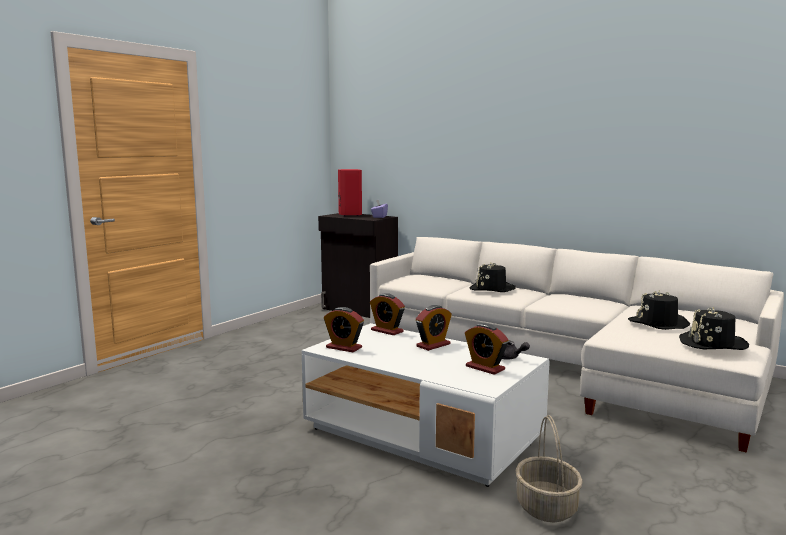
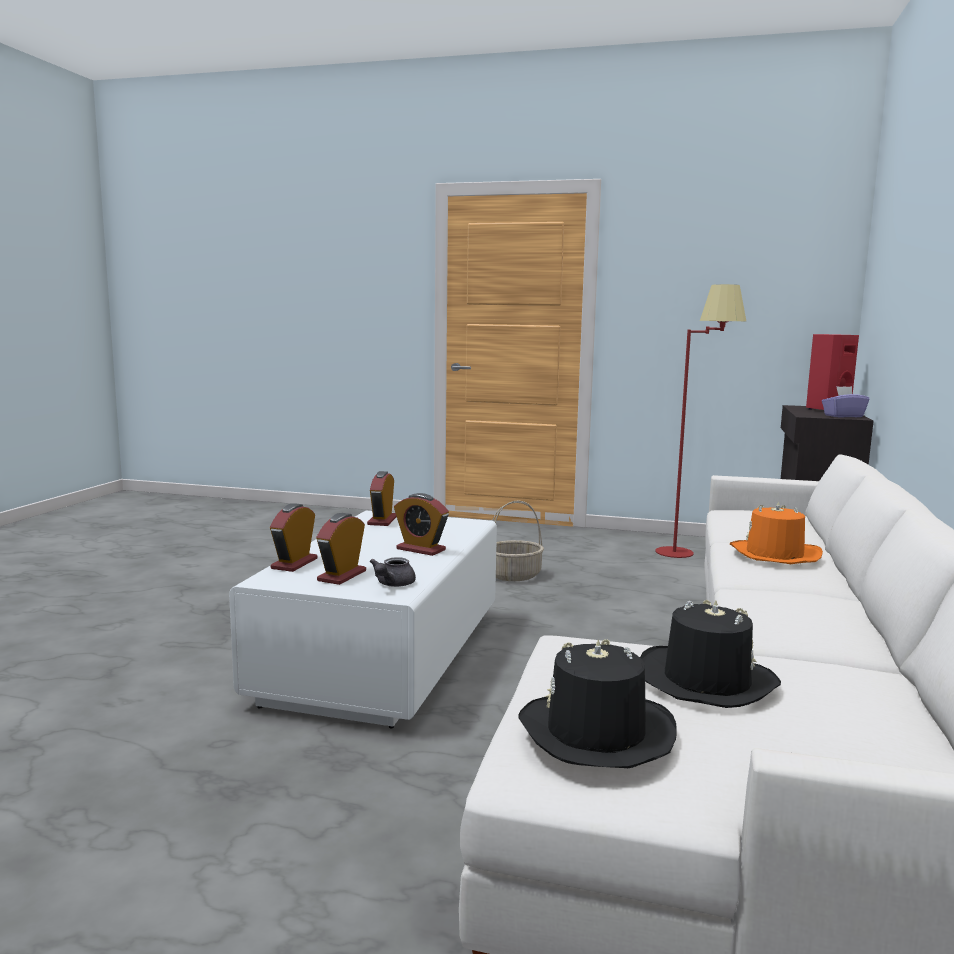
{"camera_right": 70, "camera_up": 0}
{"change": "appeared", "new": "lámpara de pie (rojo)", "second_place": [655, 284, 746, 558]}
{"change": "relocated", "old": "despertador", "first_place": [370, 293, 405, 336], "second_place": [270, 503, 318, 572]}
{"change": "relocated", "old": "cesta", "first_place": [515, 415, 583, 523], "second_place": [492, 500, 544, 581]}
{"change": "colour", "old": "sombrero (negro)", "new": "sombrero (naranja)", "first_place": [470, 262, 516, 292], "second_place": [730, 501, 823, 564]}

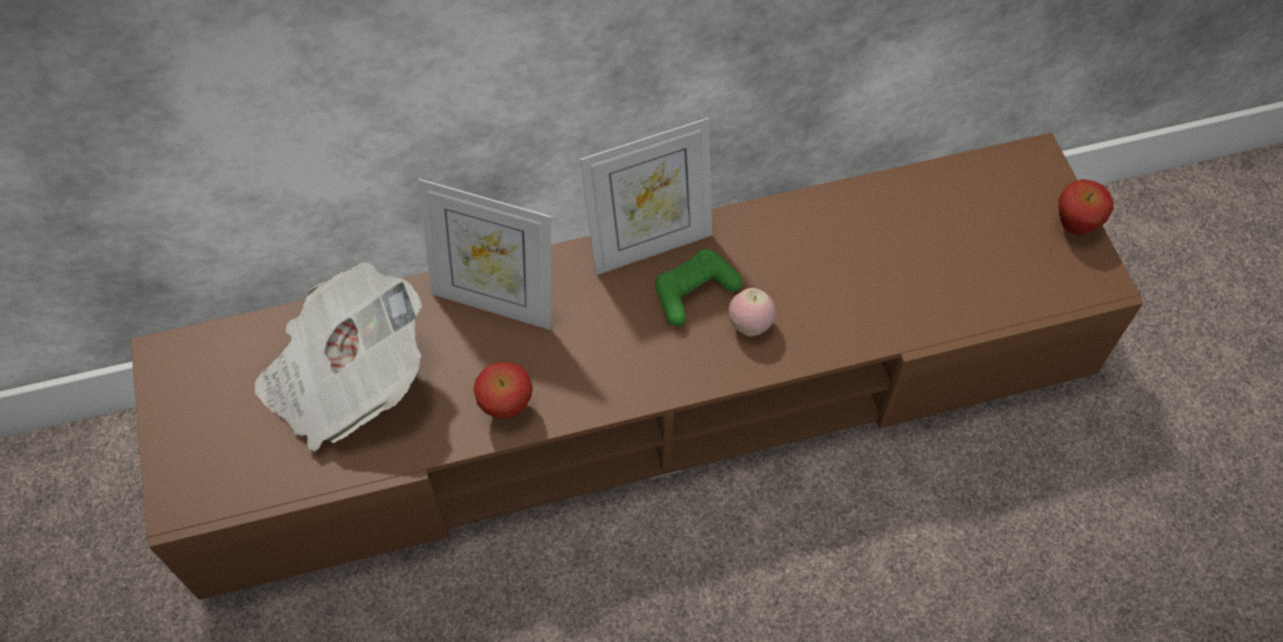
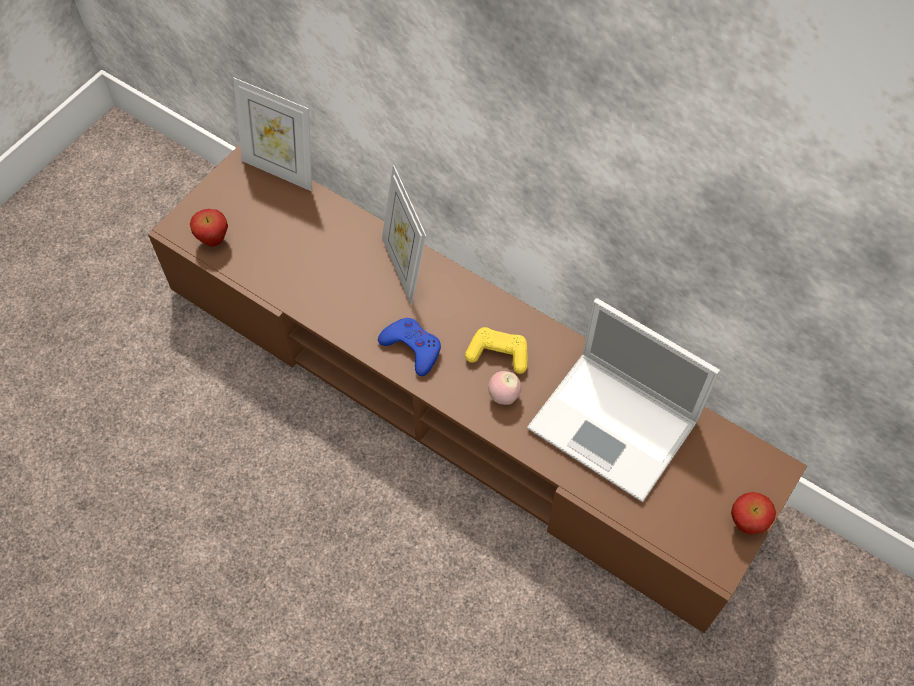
{"camera_right": 50, "camera_up": 0}
{"change": "missing", "old": "periódico", "first_place": [255, 262, 422, 452]}
{"change": "appeared", "new": "mando de consola (azul)", "second_place": [378, 318, 441, 376]}
{"change": "appeared", "new": "portátil", "second_place": [527, 298, 720, 502]}
{"change": "relocated", "old": "manzana", "first_place": [473, 362, 533, 419], "second_place": [190, 209, 228, 247]}
{"change": "relocated", "old": "portarretratos", "first_place": [580, 118, 712, 275], "second_place": [233, 78, 312, 191]}
{"change": "colour", "old": "mando de consola (verde)", "new": "mando de consola (amarillo)", "first_place": [655, 249, 742, 326], "second_place": [465, 327, 528, 374]}

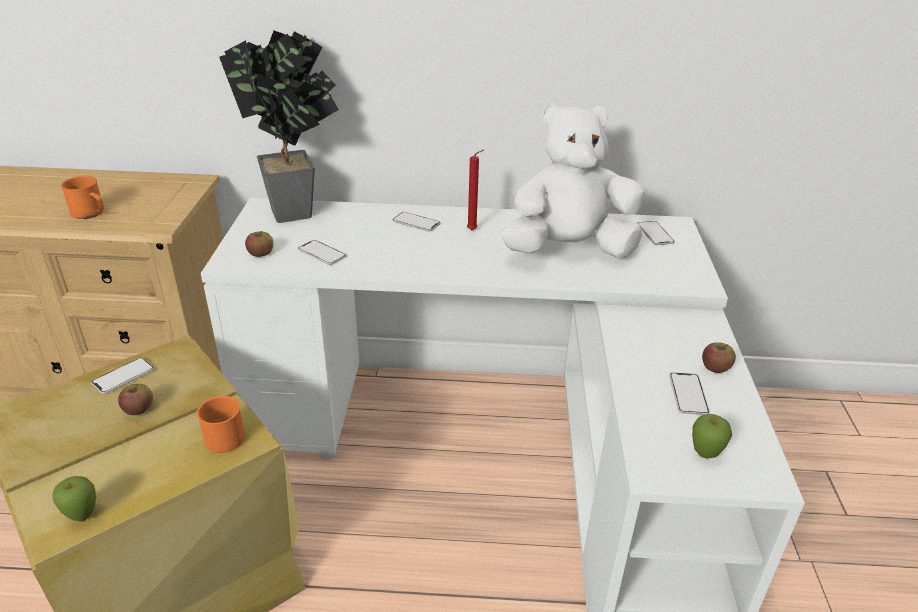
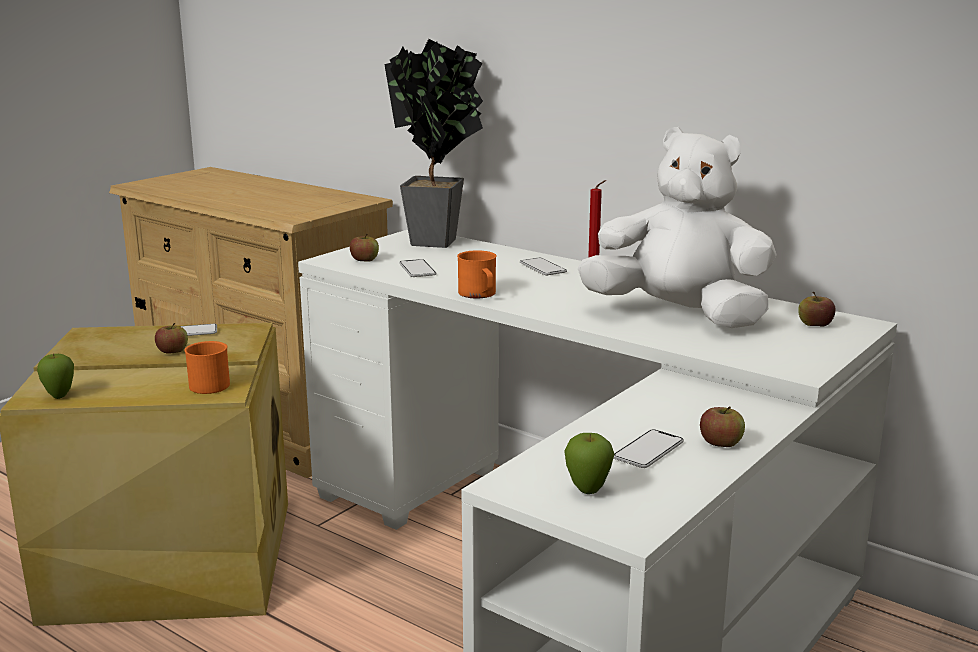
{"camera_right": 35, "camera_up": -15}
{"change": "relocated", "old": "taza grande (naranja)", "first_place": [61, 176, 104, 219], "second_place": [457, 250, 497, 298]}
{"change": "exchanged", "old": "móvil", "new": "manzana", "first_place": [637, 221, 675, 245], "second_place": [798, 292, 835, 327]}

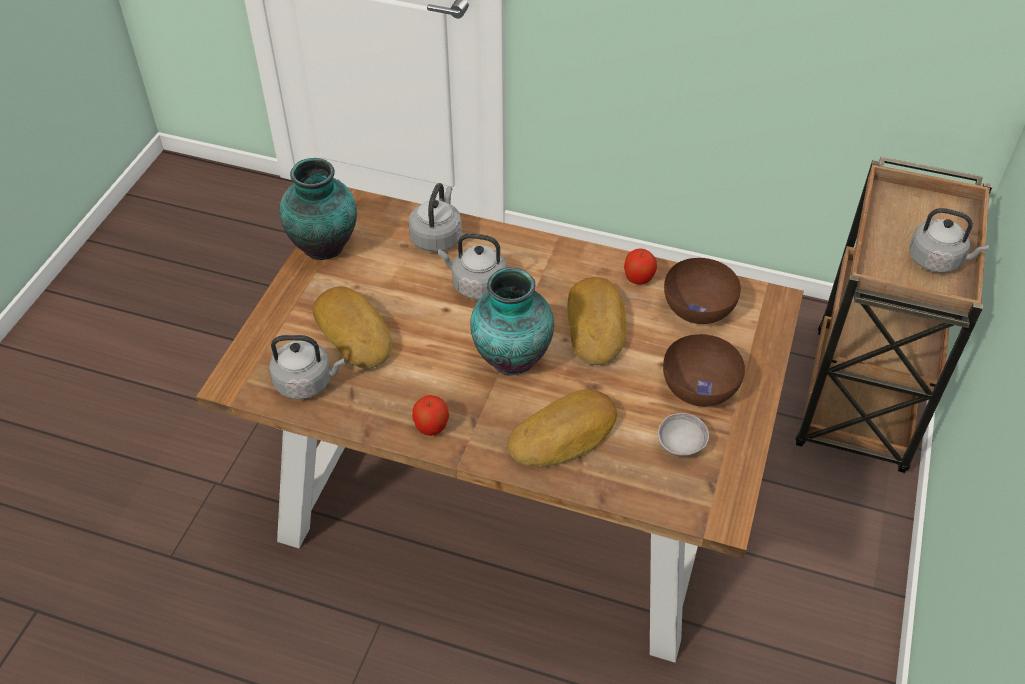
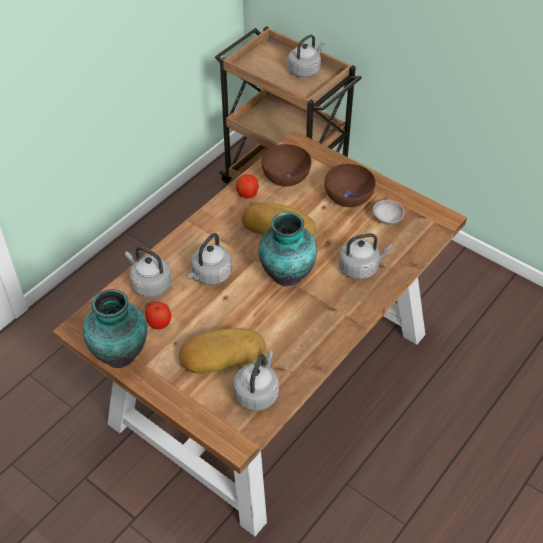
{"camera_right": -70, "camera_up": 0}
{"change": "relocated", "old": "manzana", "first_place": [412, 395, 449, 436], "second_place": [145, 302, 172, 330]}
{"change": "exchanged", "old": "pan", "new": "hervidor (gris)", "first_place": [507, 389, 617, 466], "second_place": [339, 233, 392, 279]}

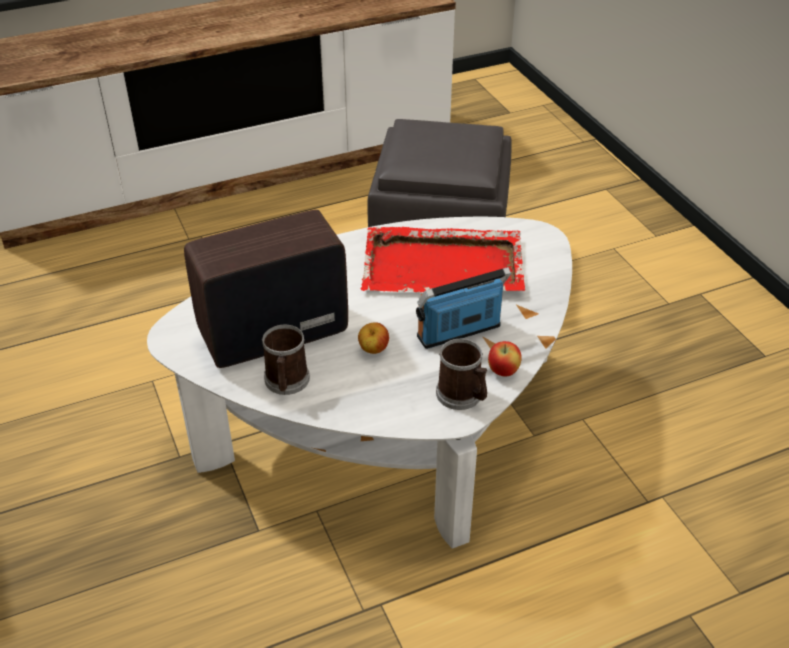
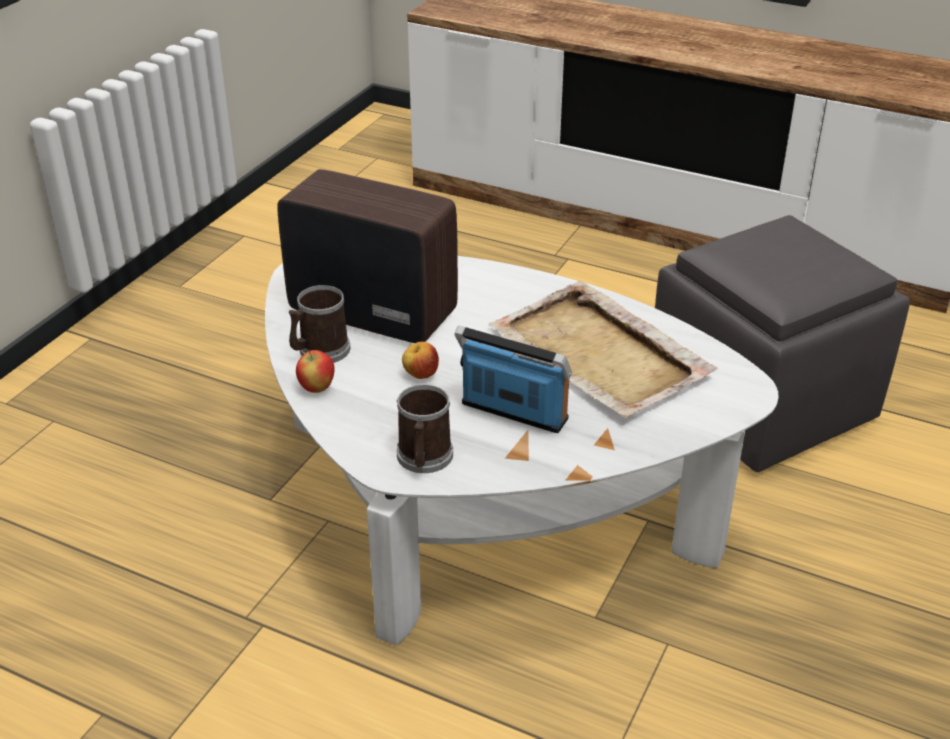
{"camera_right": 50, "camera_up": -5}
{"change": "relocated", "old": "manzana", "first_place": [488, 341, 522, 377], "second_place": [296, 350, 335, 393]}
{"change": "colour", "old": "bandeja (rojo)", "new": "bandeja (beis)", "first_place": [360, 227, 525, 293], "second_place": [489, 281, 718, 418]}

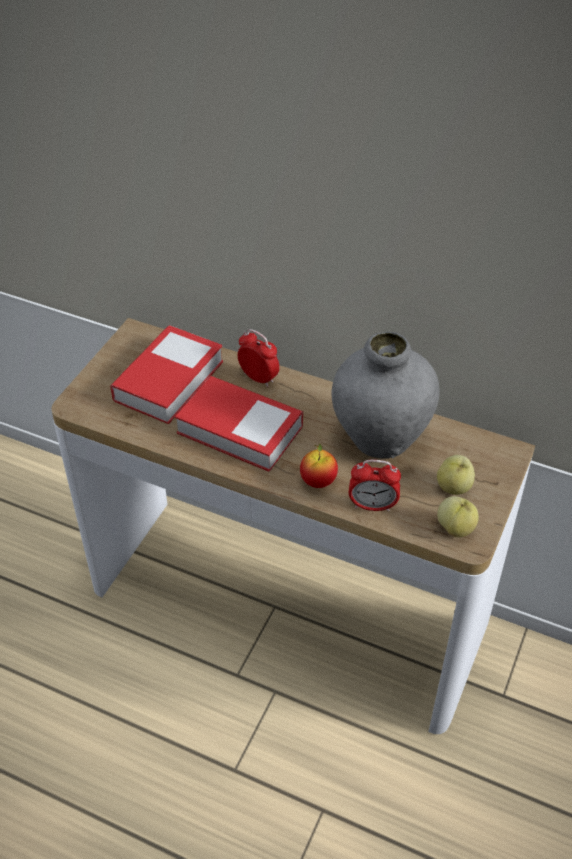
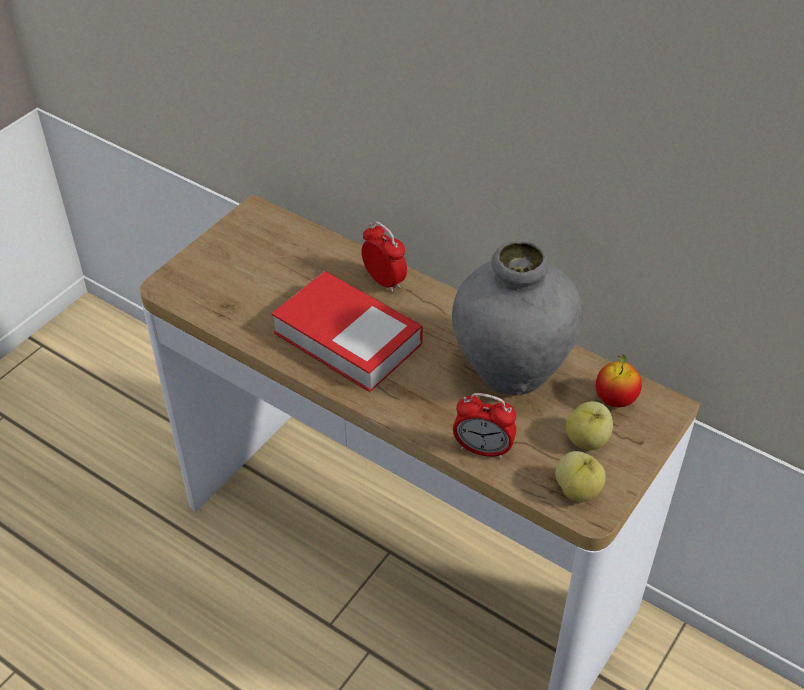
{"camera_right": 10, "camera_up": 0}
{"change": "missing", "old": "libro", "first_place": [110, 325, 223, 424]}
{"change": "relocated", "old": "manzana", "first_place": [300, 443, 338, 488], "second_place": [596, 354, 642, 407]}

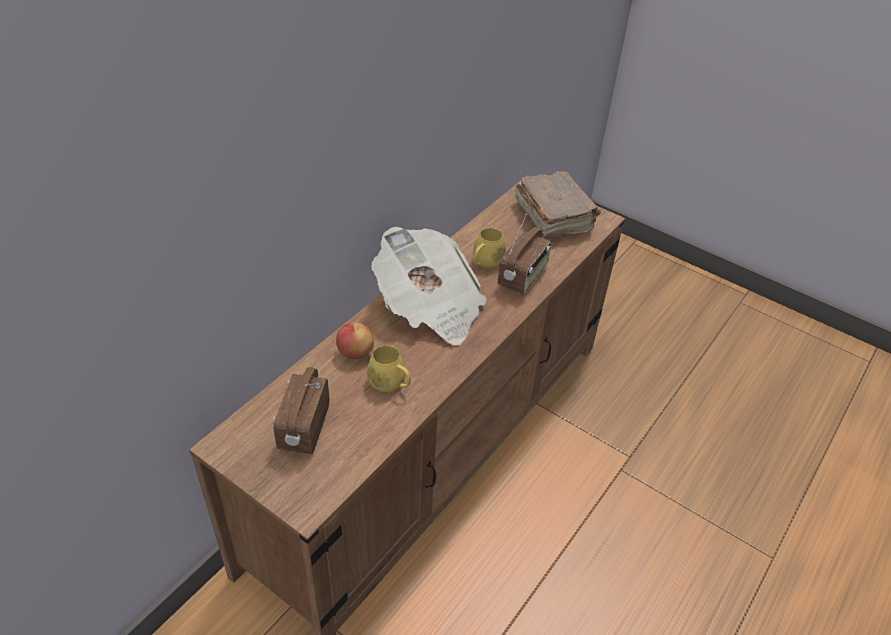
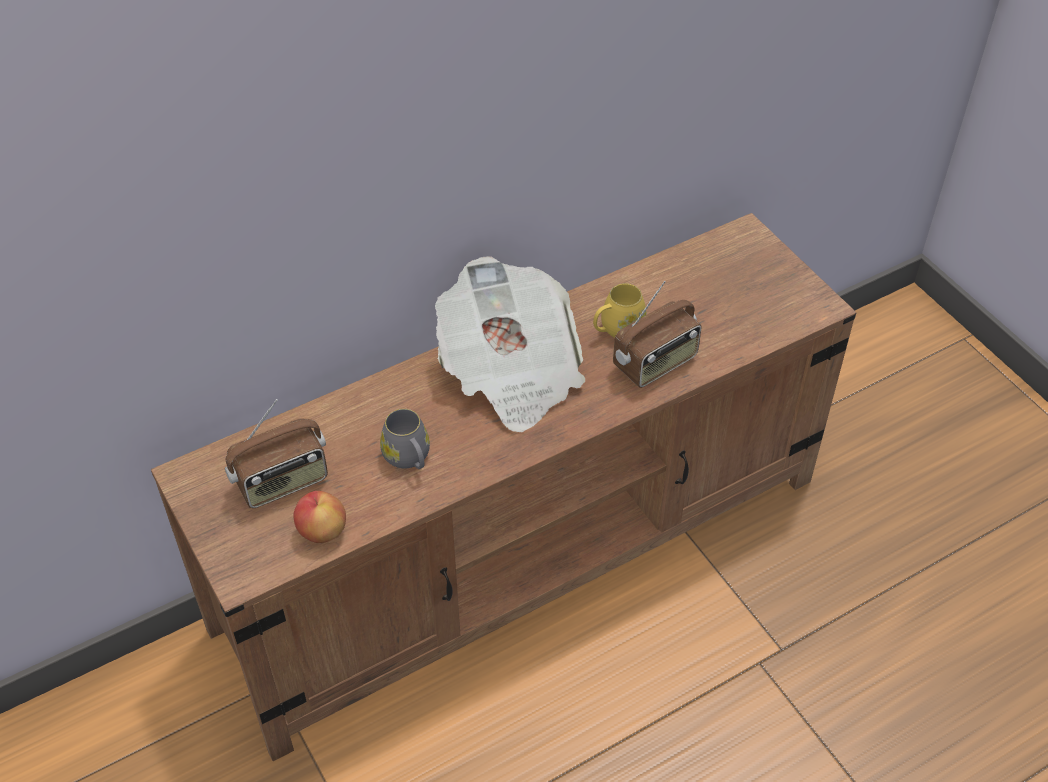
{"camera_right": 25, "camera_up": 5}
{"change": "missing", "old": "libro (marrón)", "first_place": [514, 171, 601, 239]}
{"change": "relocated", "old": "manzana", "first_place": [336, 322, 374, 359], "second_place": [293, 491, 346, 543]}
{"change": "colour", "old": "taza grande (amarillo)", "new": "taza grande (gris)", "first_place": [367, 345, 411, 392], "second_place": [380, 409, 430, 469]}
{"change": "spun", "old": "radio", "first_place": [273, 367, 330, 454], "second_place": [225, 399, 328, 508], "degrees": -150}

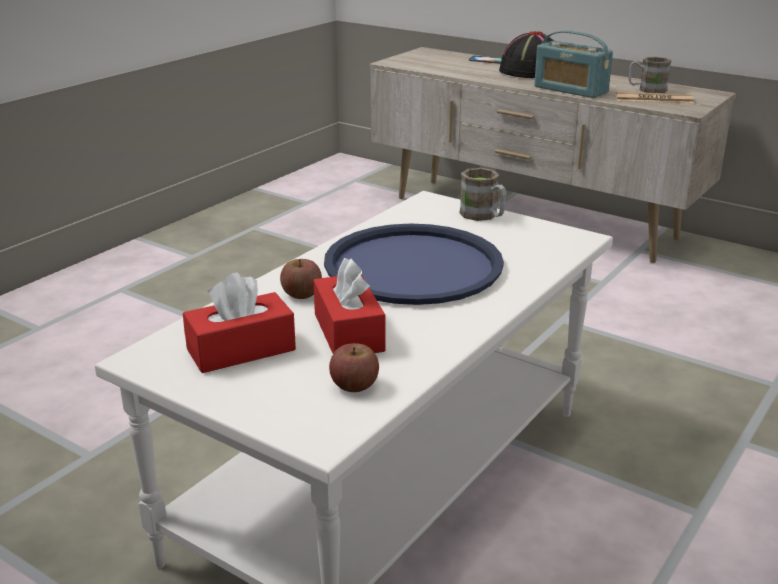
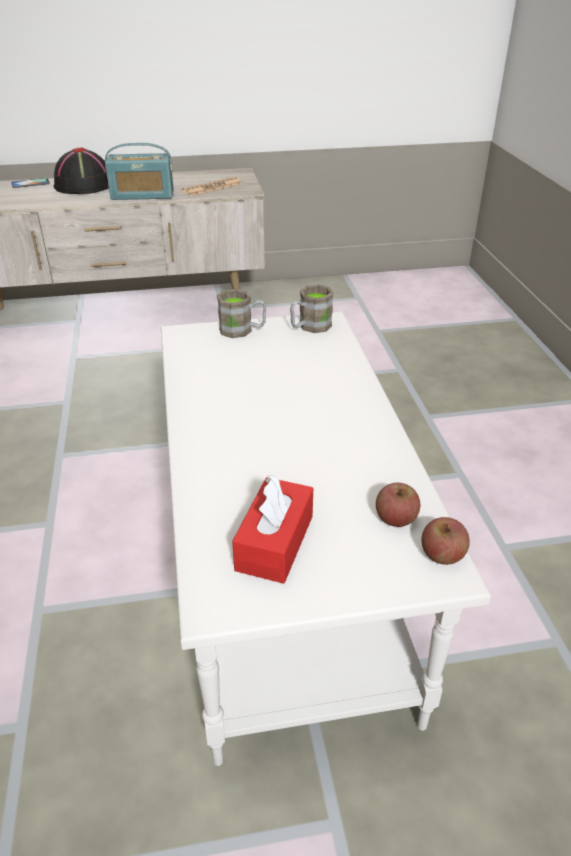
{"camera_right": -45, "camera_up": 10}
{"change": "missing", "old": "caja de pañuelos (rojo)", "first_place": [313, 258, 385, 354]}
{"change": "missing", "old": "bandeja (azul)", "first_place": [324, 224, 504, 305]}
{"change": "relocated", "old": "manzana", "first_place": [280, 259, 322, 299], "second_place": [421, 517, 470, 565]}
{"change": "relocated", "old": "taza grande (marrón)", "first_place": [629, 57, 672, 93], "second_place": [290, 285, 333, 333]}

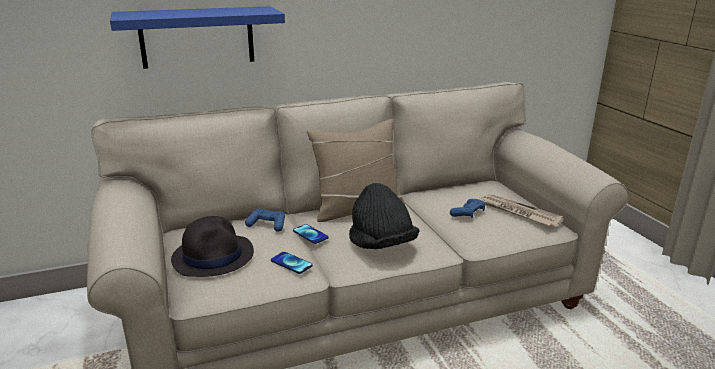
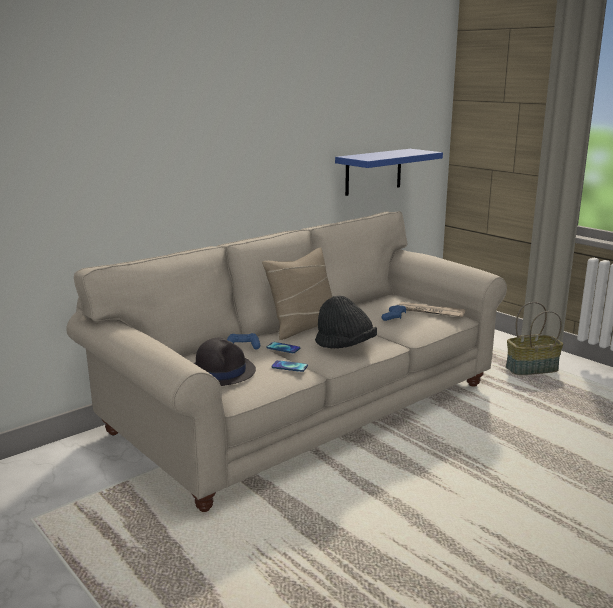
{"camera_right": -20, "camera_up": -5}
{"change": "appeared", "new": "cesta", "second_place": [506, 302, 563, 375]}
{"change": "relocated", "old": "estante (azul)", "first_place": [110, 6, 285, 69], "second_place": [335, 149, 443, 196]}

